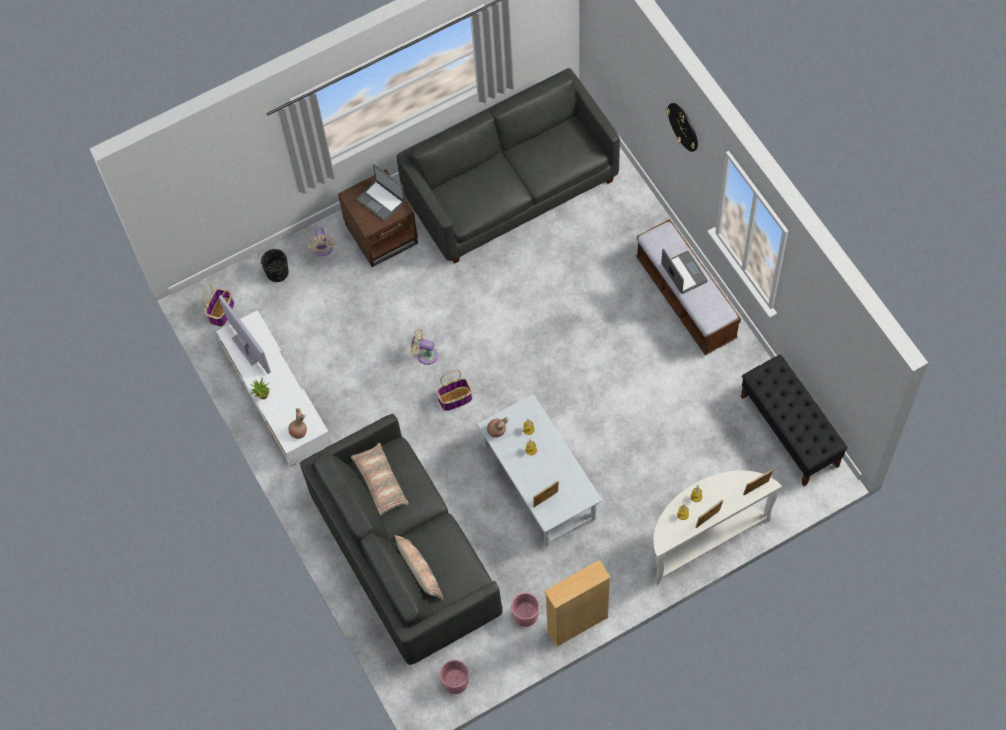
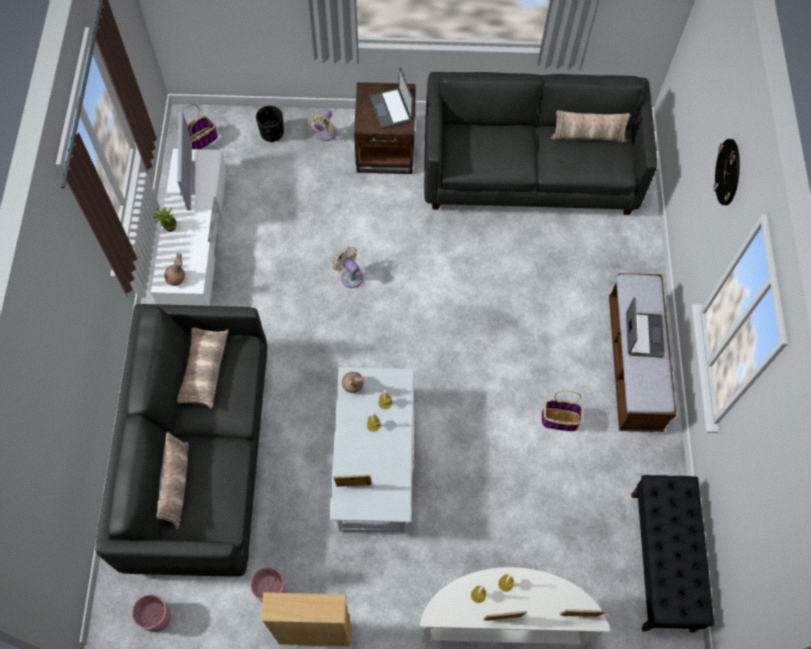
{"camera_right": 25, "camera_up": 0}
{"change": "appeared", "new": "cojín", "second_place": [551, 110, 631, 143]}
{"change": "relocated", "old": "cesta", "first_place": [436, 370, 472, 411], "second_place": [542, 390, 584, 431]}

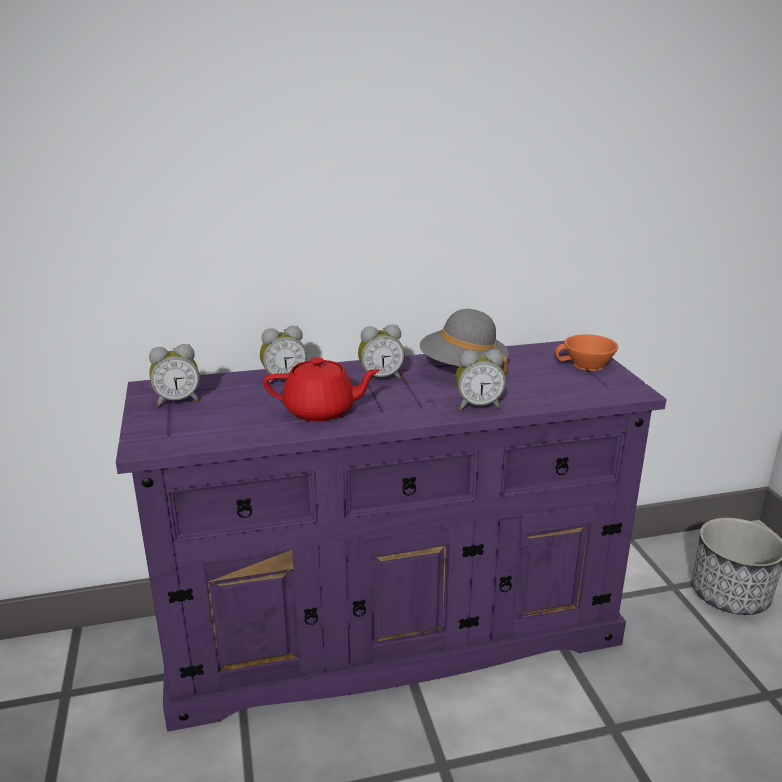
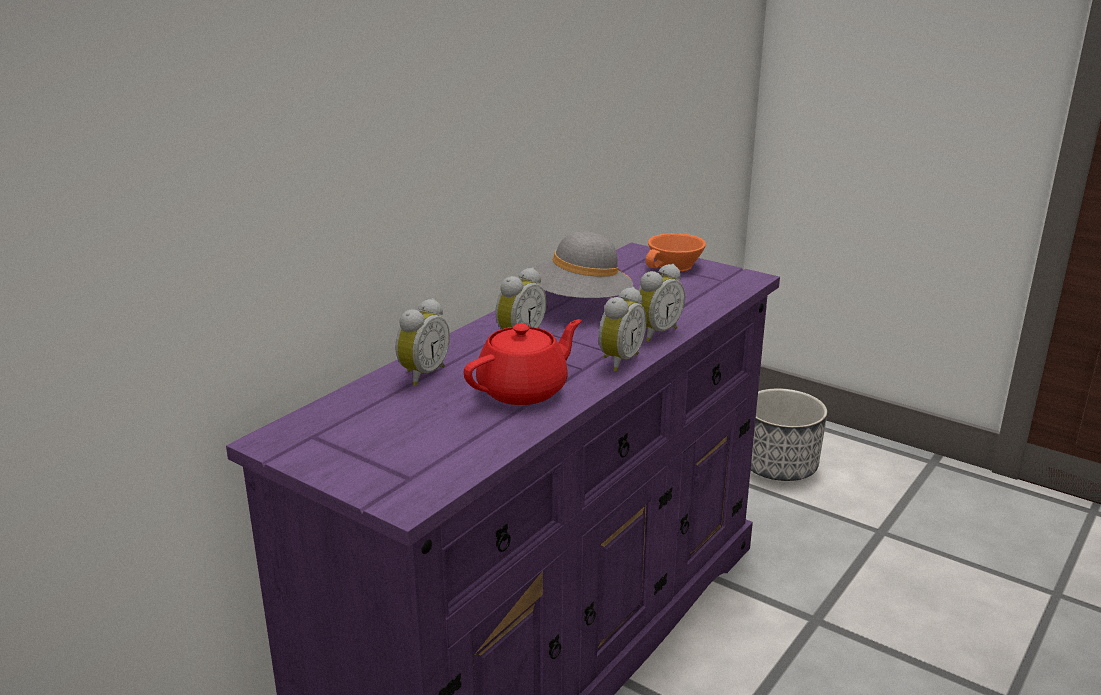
{"camera_right": -40, "camera_up": 0}
{"change": "relocated", "old": "despertador", "first_place": [149, 344, 200, 407], "second_place": [598, 287, 647, 372]}

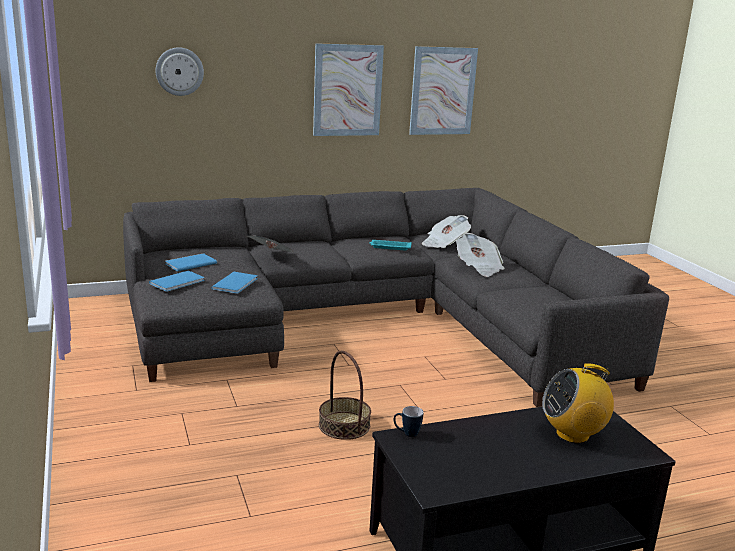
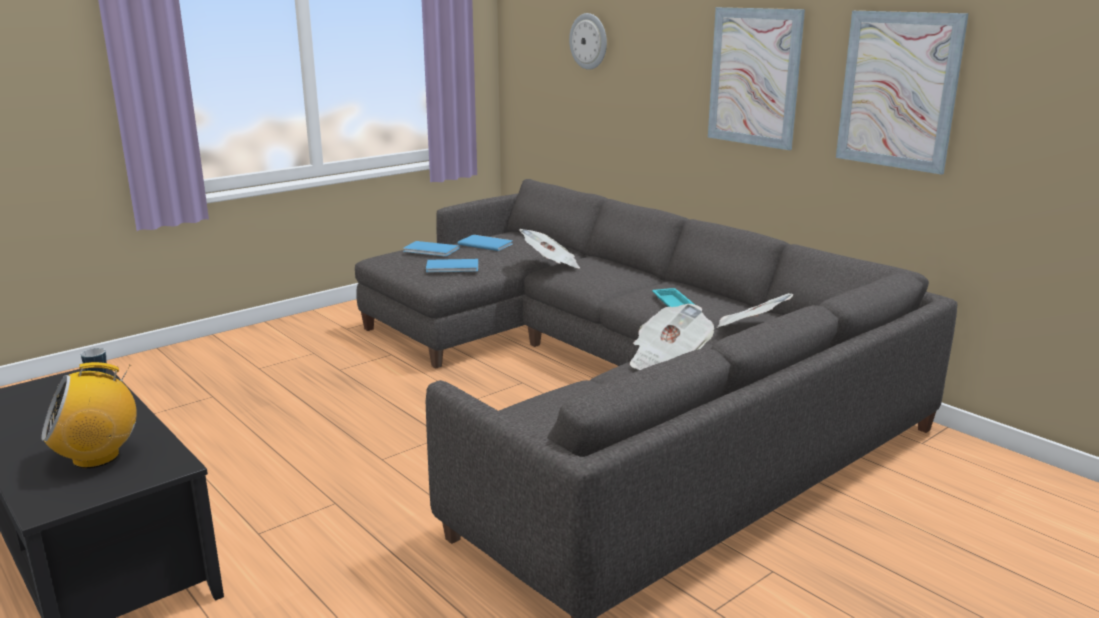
{"camera_right": 70, "camera_up": 0}
{"change": "missing", "old": "cesta", "first_place": [319, 351, 371, 440]}
{"change": "spun", "old": "radio", "first_place": [542, 363, 614, 444], "second_place": [42, 362, 137, 468], "degrees": -90}

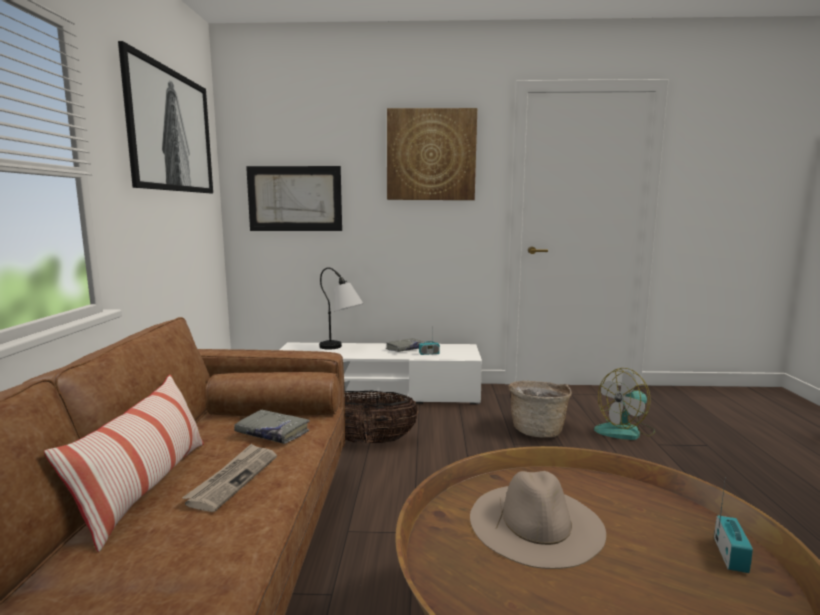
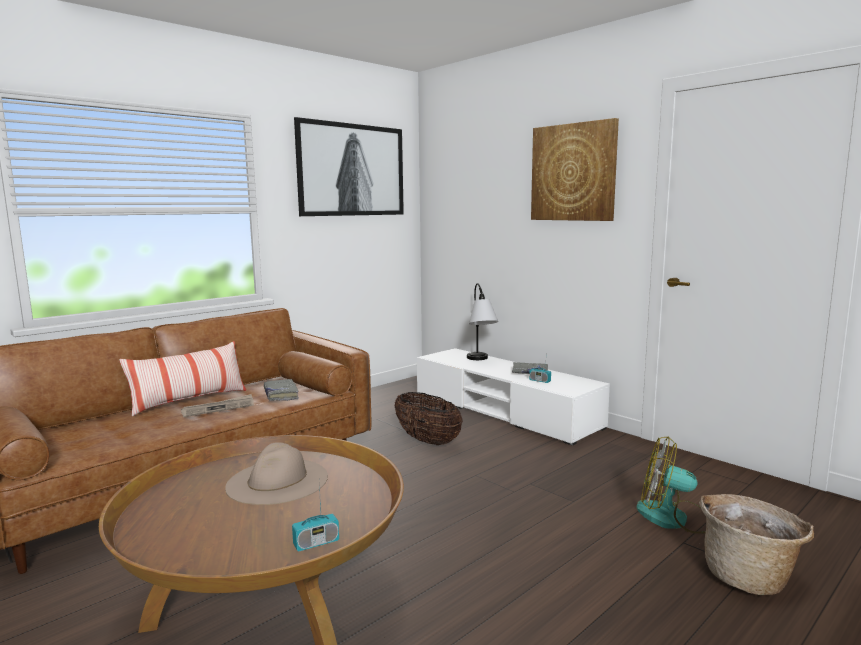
{"camera_right": 45, "camera_up": 0}
{"change": "missing", "old": "cuadro", "first_place": [246, 166, 342, 231]}
{"change": "relocated", "old": "cesta", "first_place": [508, 381, 572, 438], "second_place": [699, 494, 814, 595]}

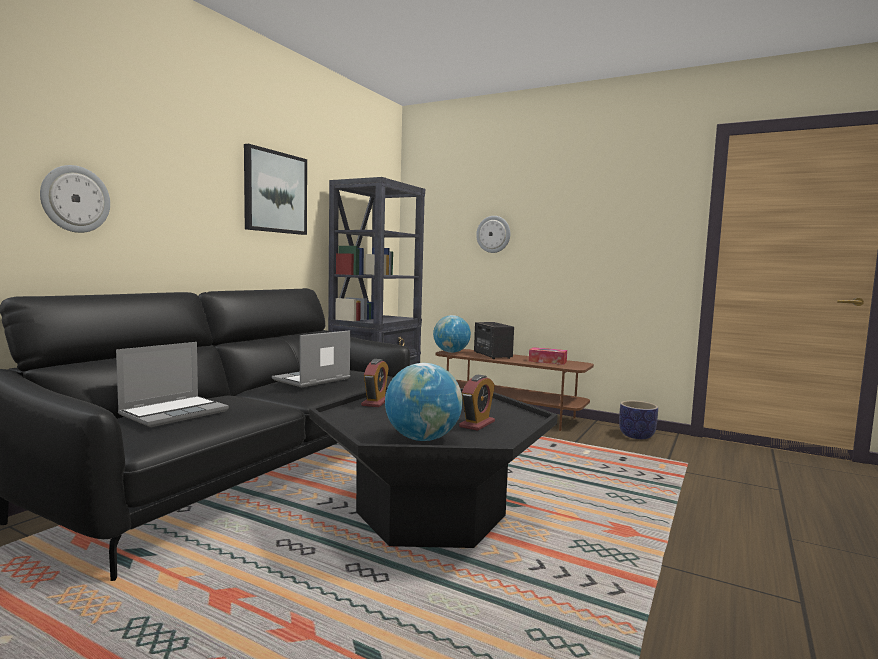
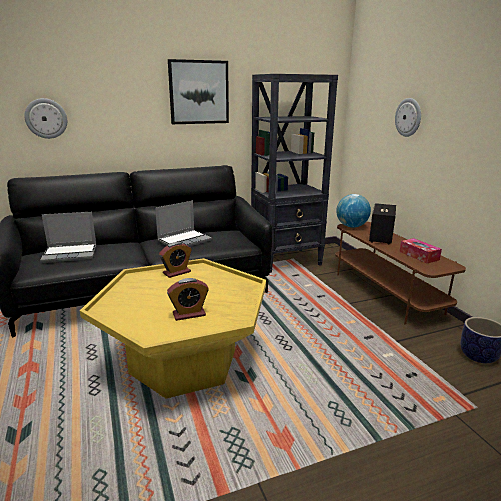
{"camera_right": 40, "camera_up": 15}
{"change": "missing", "old": "globo terráqueo", "first_place": [385, 363, 463, 441]}
{"change": "colour", "old": "mesa de centro (negro)", "new": "mesa de centro (amarillo)", "first_place": [309, 386, 558, 548], "second_place": [80, 258, 266, 399]}
{"change": "spun", "old": "portátil", "first_place": [272, 330, 350, 387], "second_place": [155, 200, 212, 246], "degrees": 150}

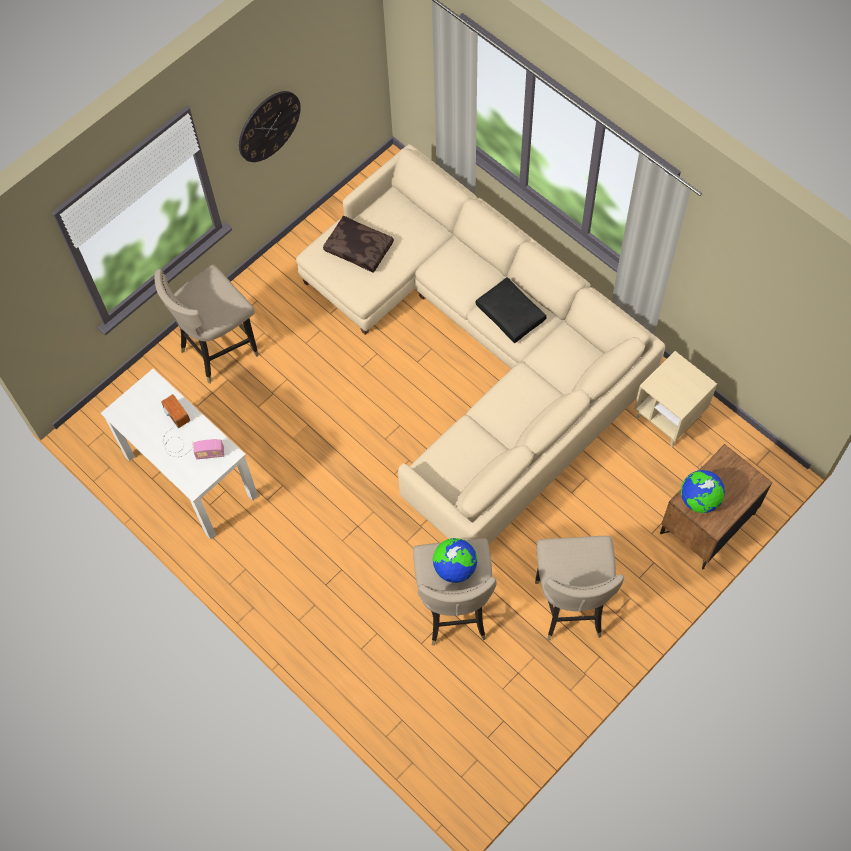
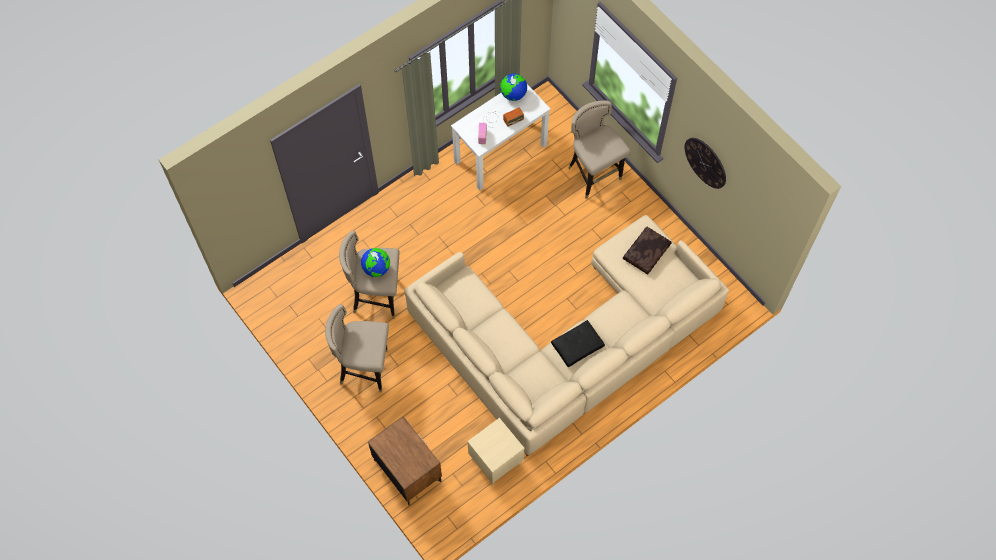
{"camera_right": 95, "camera_up": 0}
{"change": "relocated", "old": "globo terráqueo", "first_place": [681, 470, 725, 513], "second_place": [500, 74, 527, 101]}

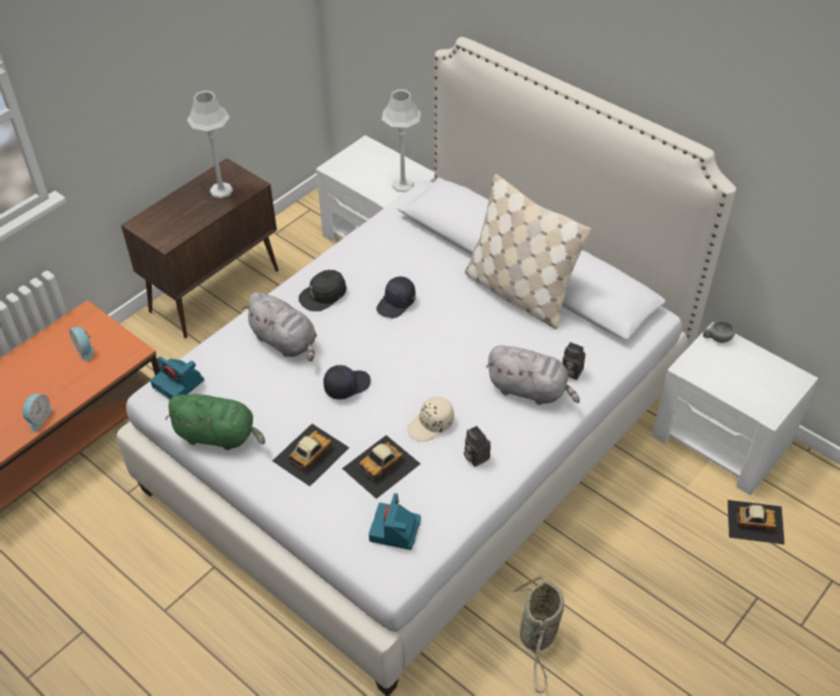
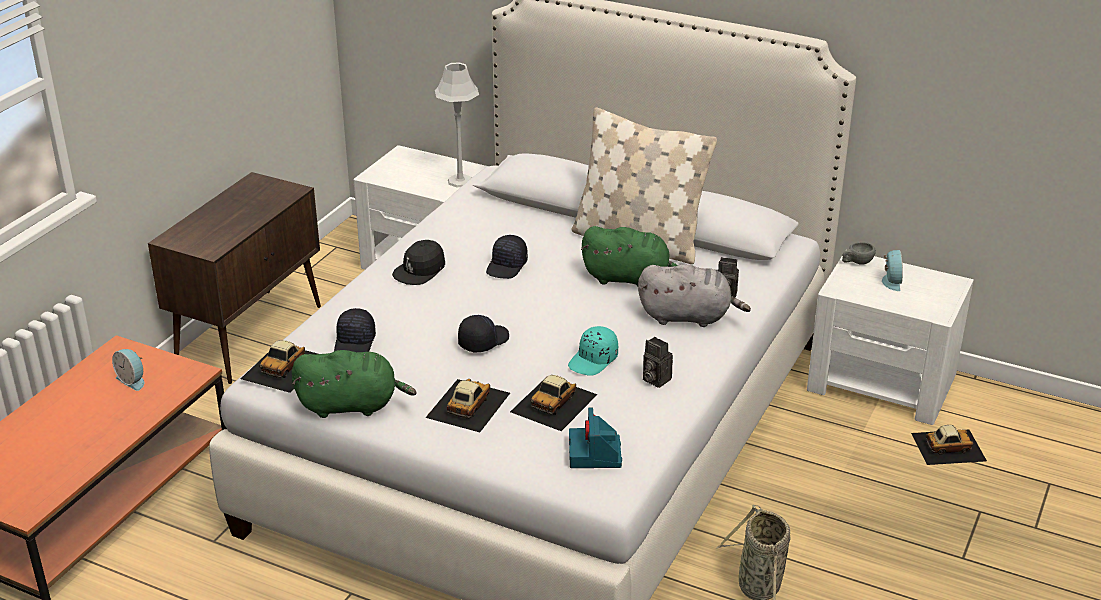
{"camera_right": -15, "camera_up": -15}
{"change": "missing", "old": "lámpara de mesa (gris)", "first_place": [187, 91, 233, 198]}
{"change": "missing", "old": "peluche (gris)", "first_place": [242, 292, 317, 361]}
{"change": "appeared", "new": "gorra (negro)", "second_place": [334, 308, 376, 352]}
{"change": "appeared", "new": "peluche (verde)", "second_place": [581, 226, 677, 286]}
{"change": "relocated", "old": "despertador", "first_place": [22, 393, 53, 431], "second_place": [882, 250, 903, 291]}
{"change": "exchanged", "old": "cámara", "new": "coche de juguete", "first_place": [150, 356, 204, 399], "second_place": [241, 340, 318, 393]}
{"change": "colour", "old": "gorra (beis)", "new": "gorra (turquesa)", "first_place": [407, 397, 454, 442], "second_place": [568, 326, 618, 376]}

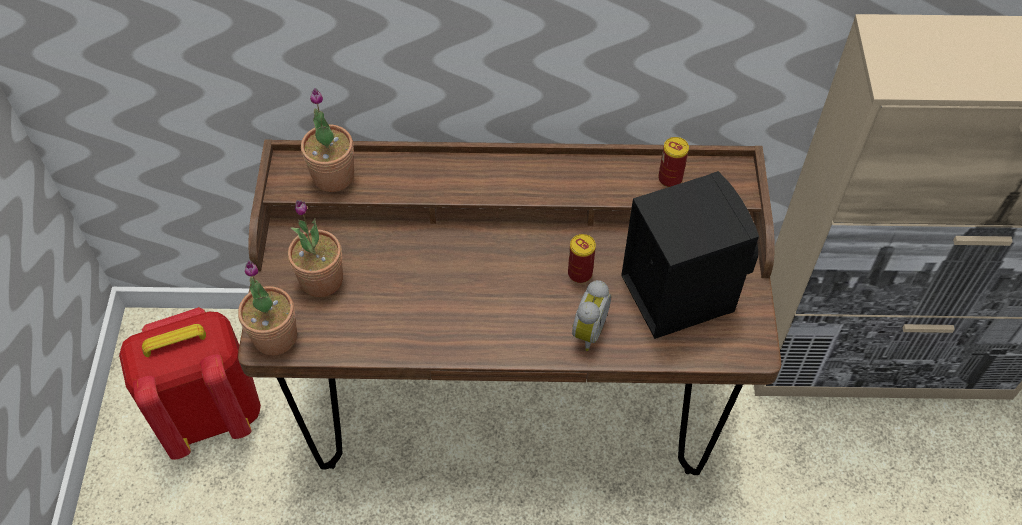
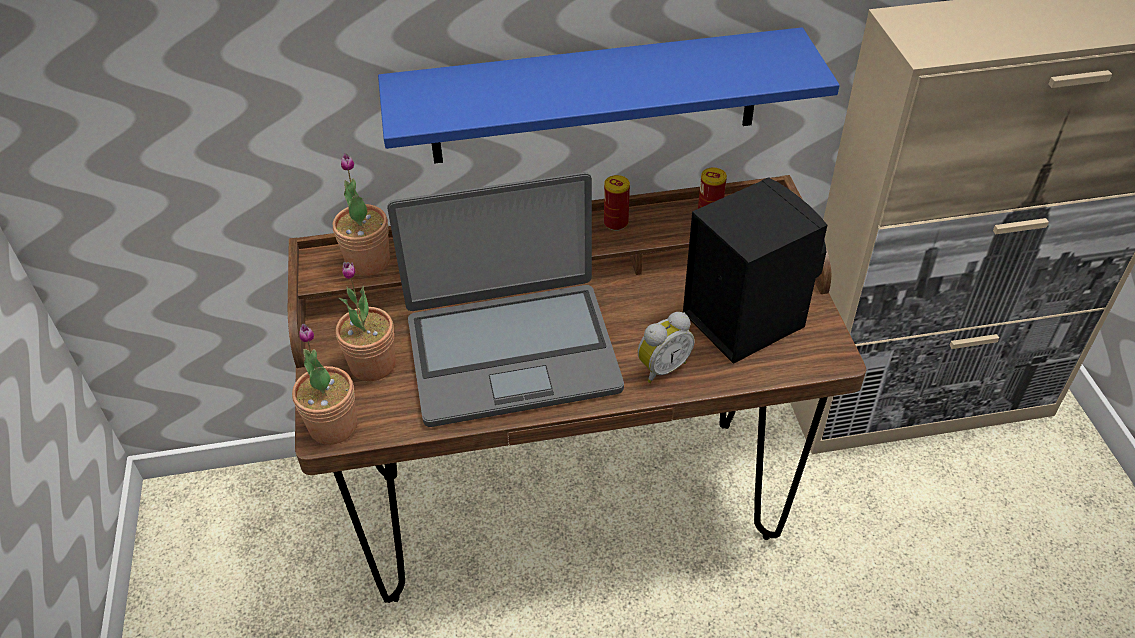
{"camera_right": -10, "camera_up": -10}
{"change": "missing", "old": "mochila (rojo)", "first_place": [119, 307, 261, 460]}
{"change": "appeared", "new": "estante (azul)", "second_place": [378, 27, 840, 164]}
{"change": "appeared", "new": "portátil", "second_place": [387, 172, 624, 427]}
{"change": "relocated", "old": "lata", "first_place": [568, 234, 596, 283], "second_place": [604, 175, 630, 231]}
{"change": "spun", "old": "despertador", "first_place": [572, 280, 611, 351], "second_place": [638, 312, 694, 383], "degrees": 45}

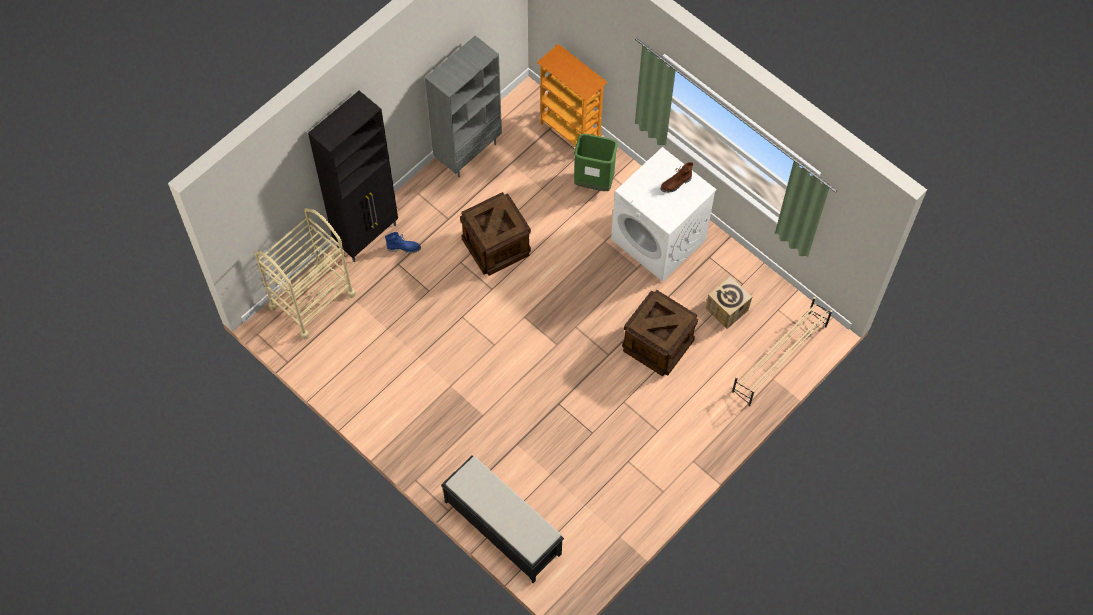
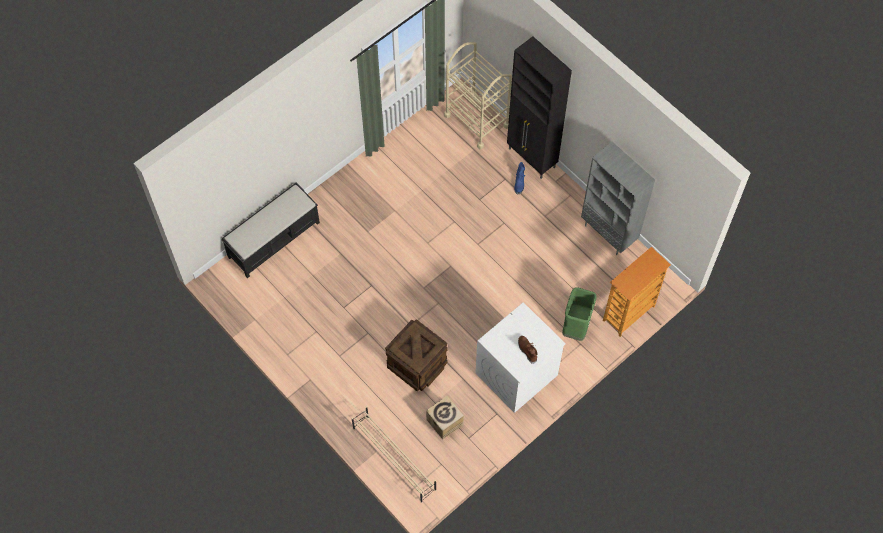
{"camera_right": 95, "camera_up": 0}
{"change": "missing", "old": "caja de embalaje", "first_place": [460, 192, 531, 276]}

